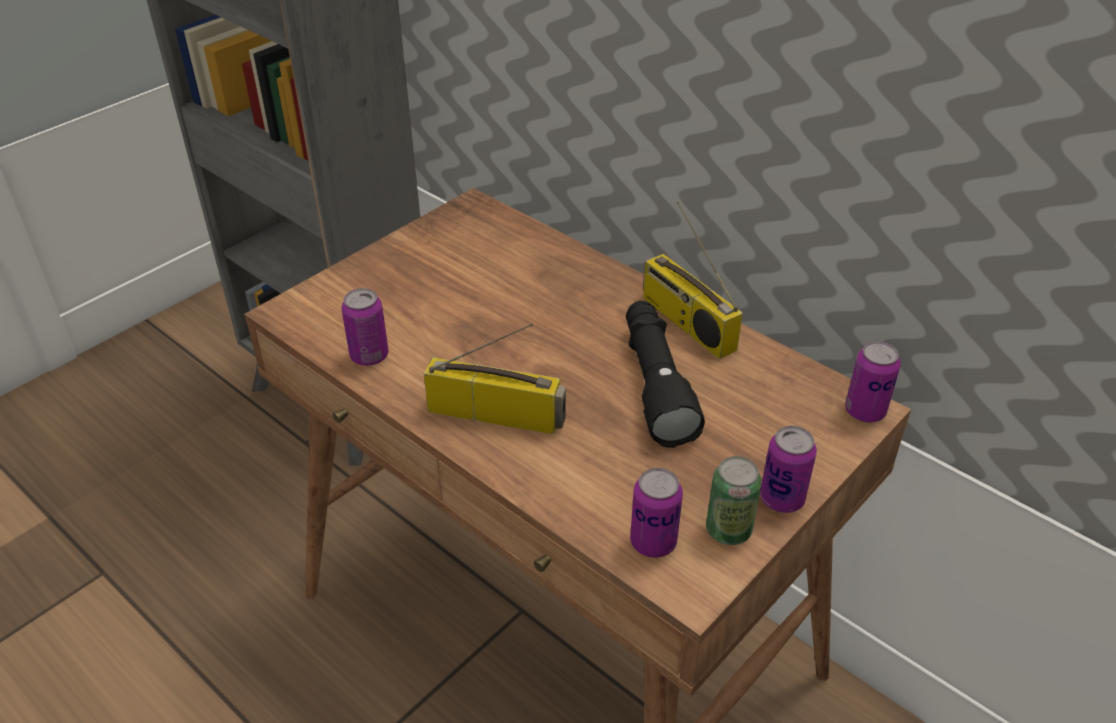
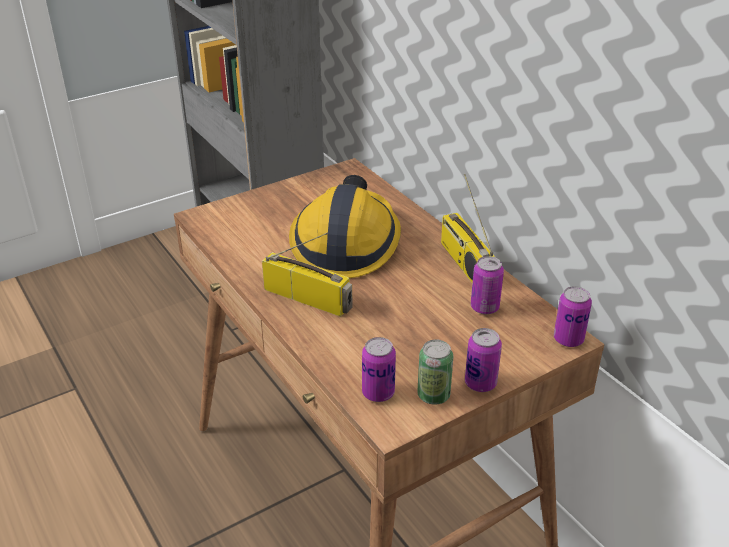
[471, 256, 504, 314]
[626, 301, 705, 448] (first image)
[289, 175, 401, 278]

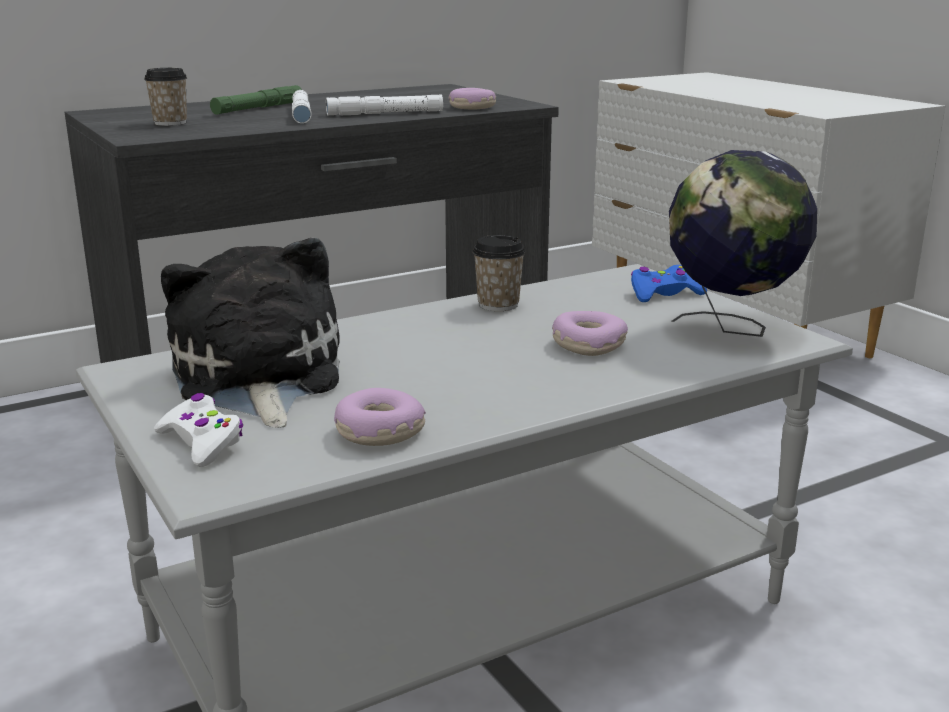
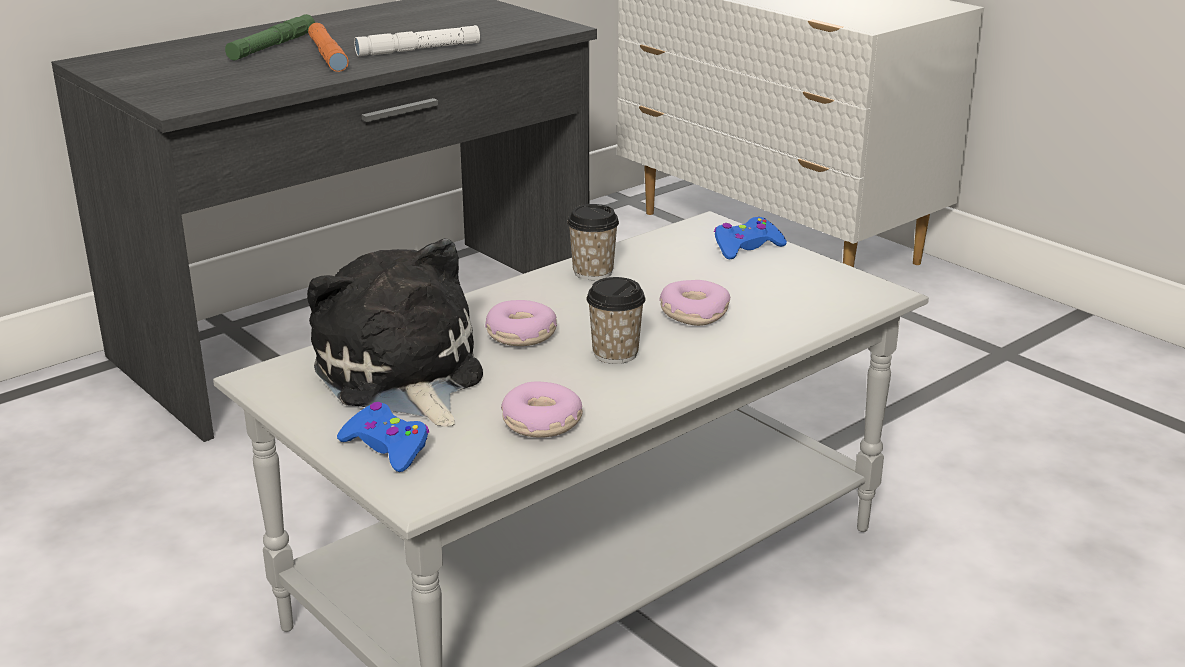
[586, 277, 646, 364]
[337, 402, 429, 472]
[308, 23, 349, 72]
[485, 300, 557, 346]
[669, 150, 817, 337] (first image)

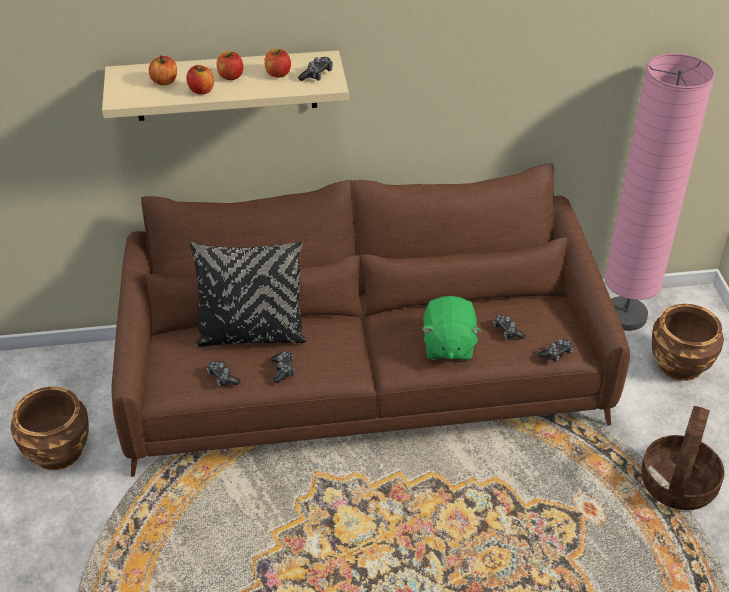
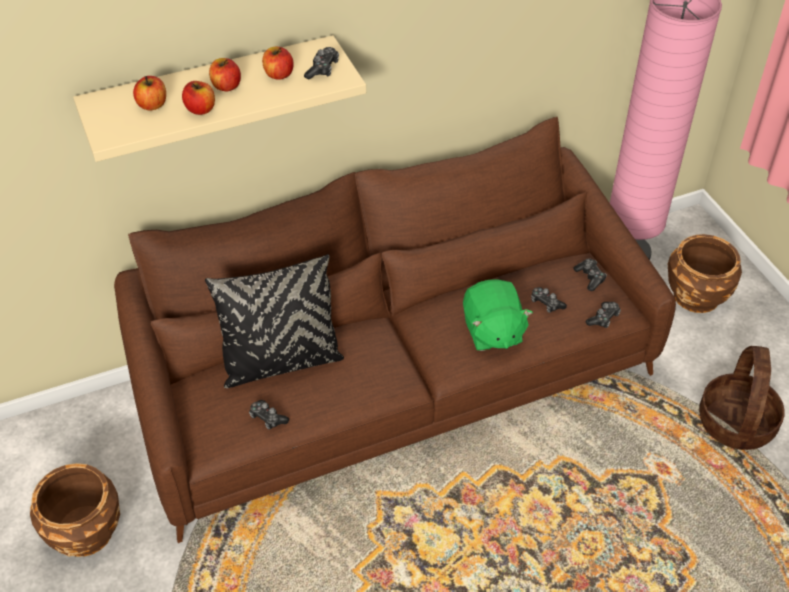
[573, 258, 607, 291]

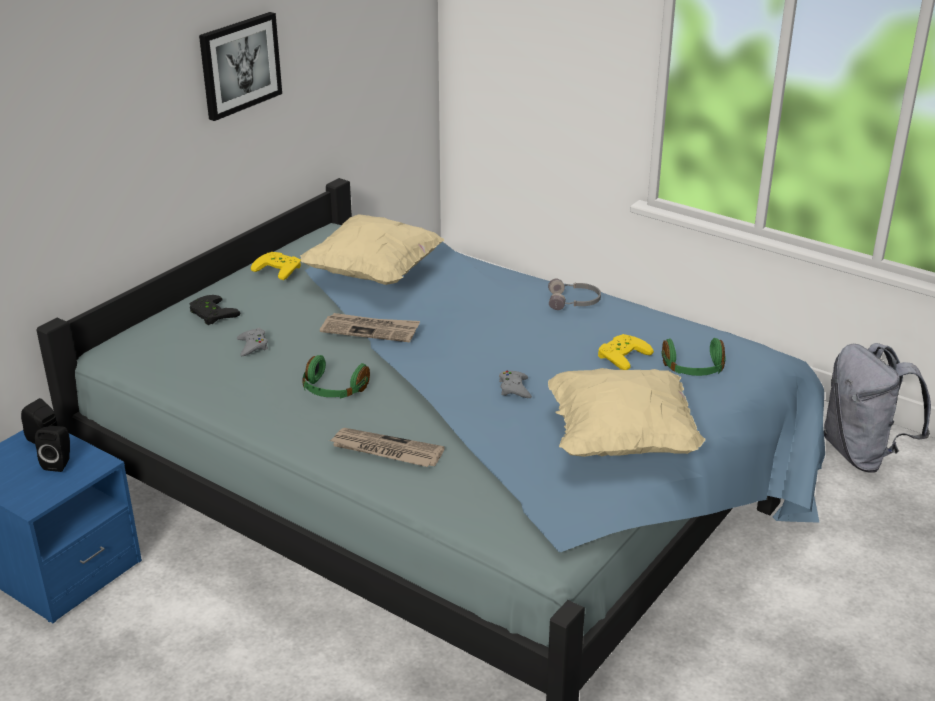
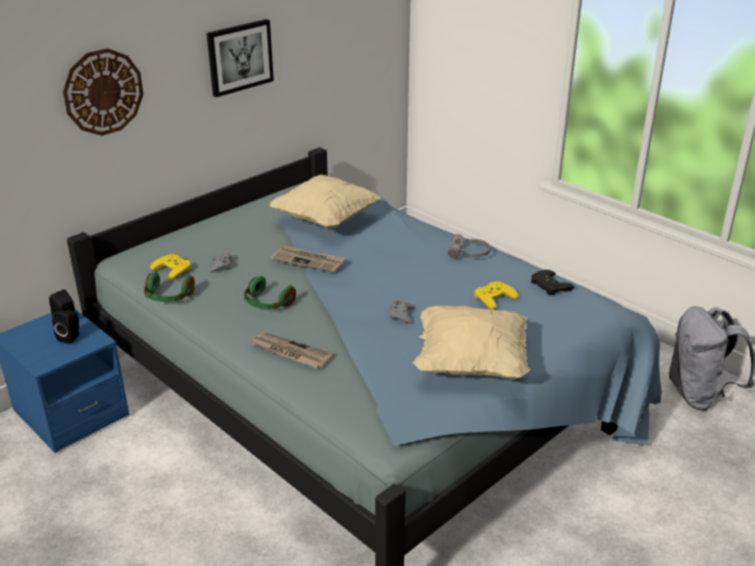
[531, 270, 574, 295]
[150, 254, 192, 280]
[144, 272, 195, 302]
[63, 48, 144, 136]

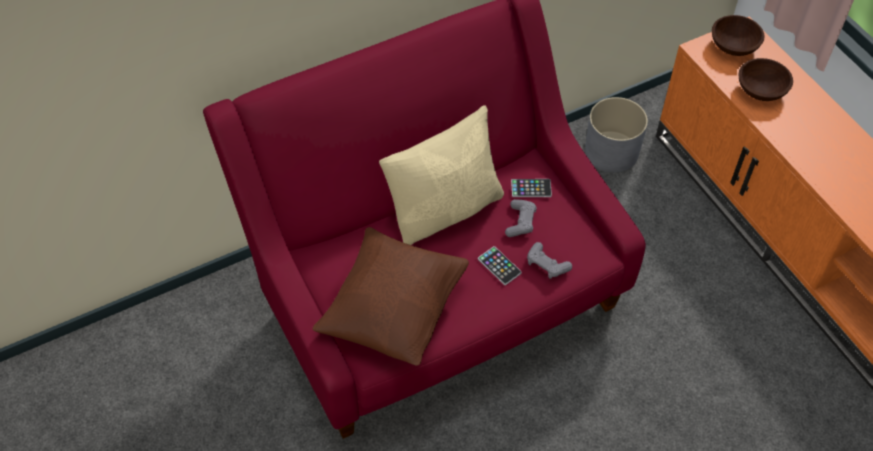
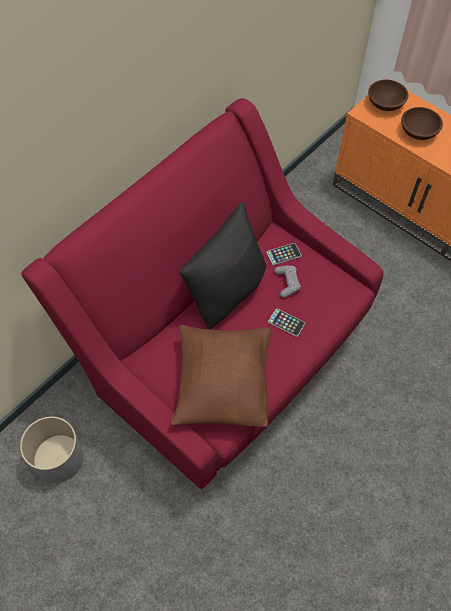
[179, 202, 266, 330]
[527, 242, 572, 279] (first image)
[20, 416, 84, 483]

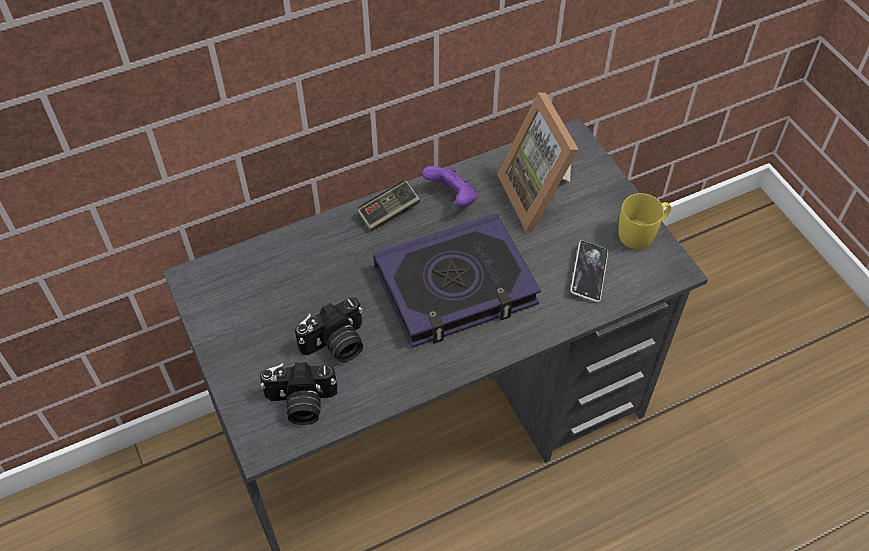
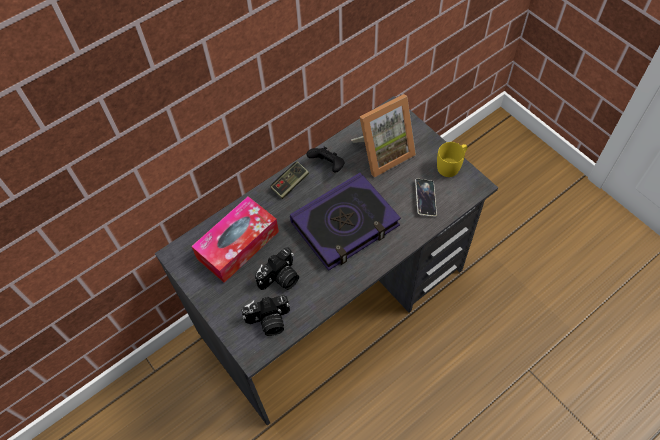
[307, 147, 344, 172]
[351, 94, 416, 178]
[191, 196, 279, 283]

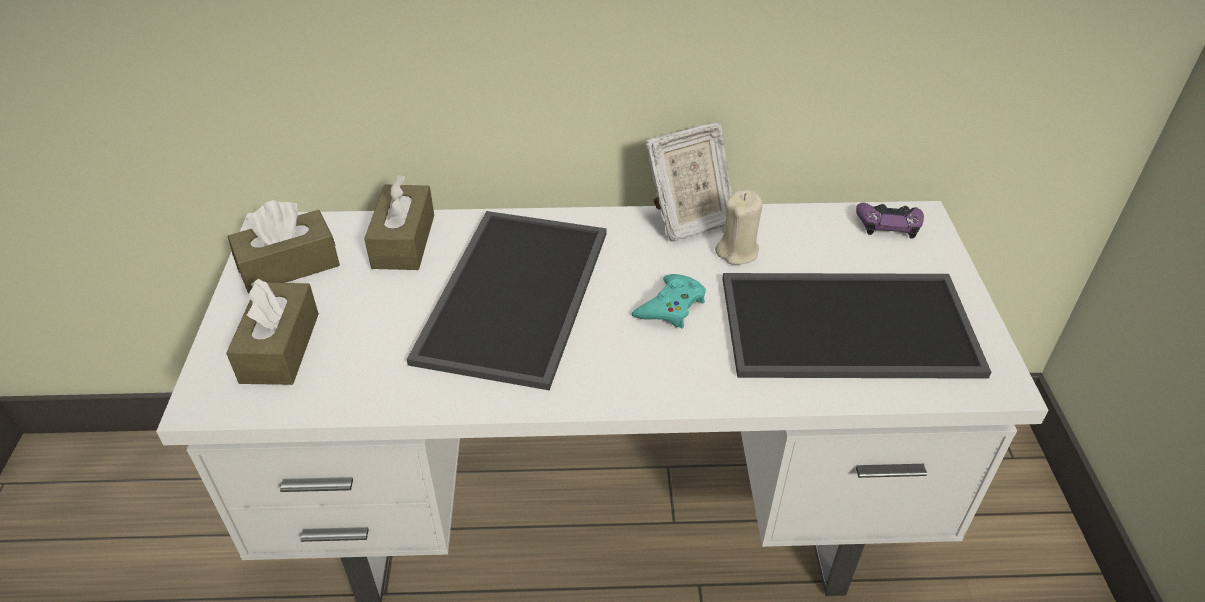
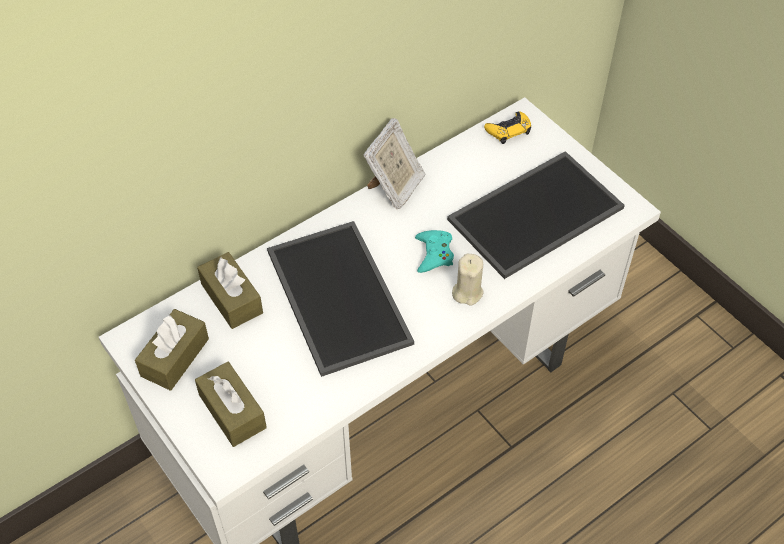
[452, 254, 484, 305]
[484, 111, 531, 144]

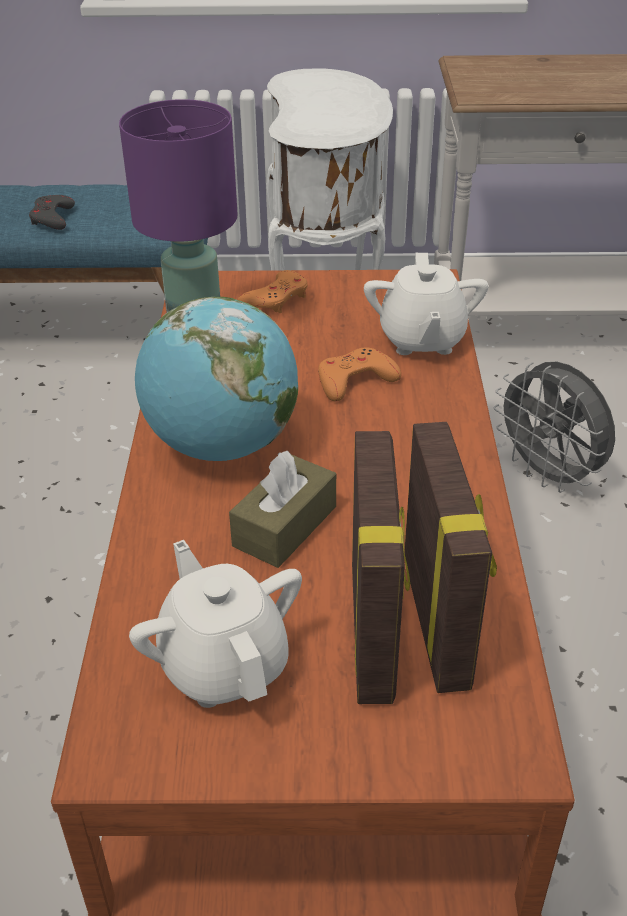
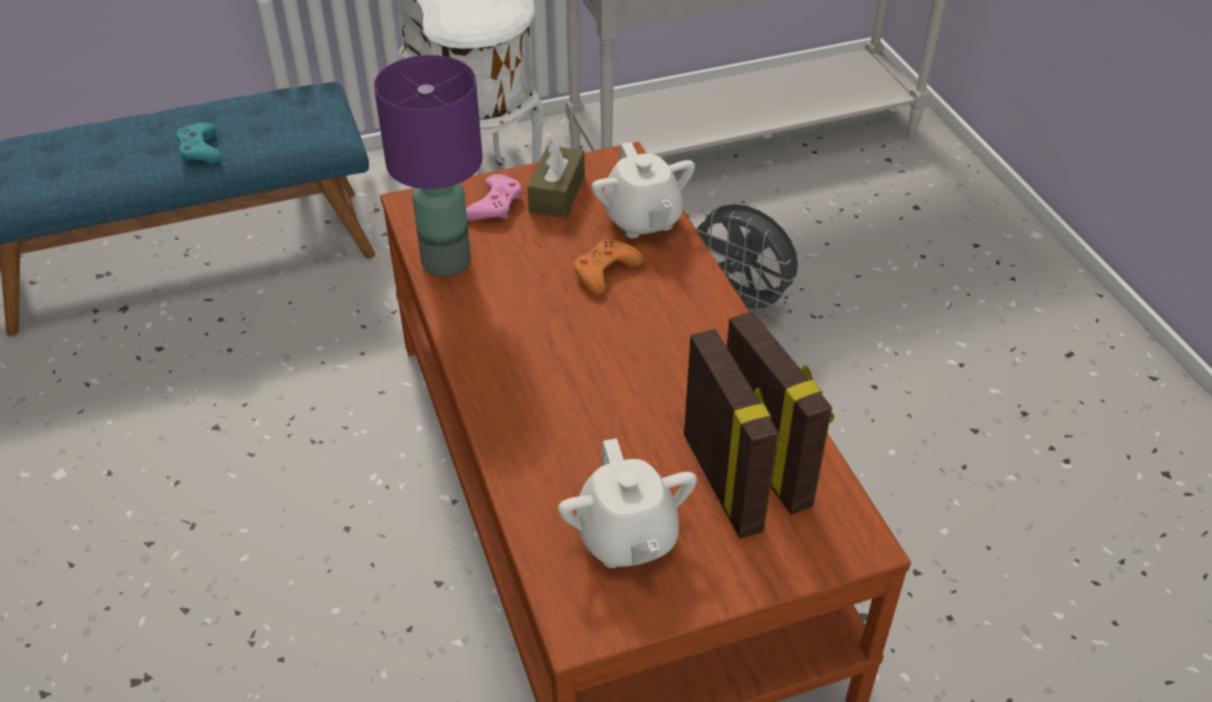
[176, 123, 222, 162]
[558, 438, 697, 568]
[135, 297, 298, 461] (first image)
[527, 140, 585, 218]
[466, 174, 522, 221]

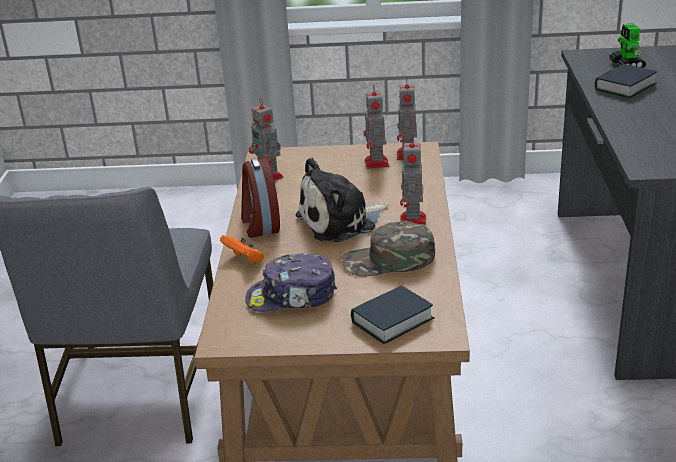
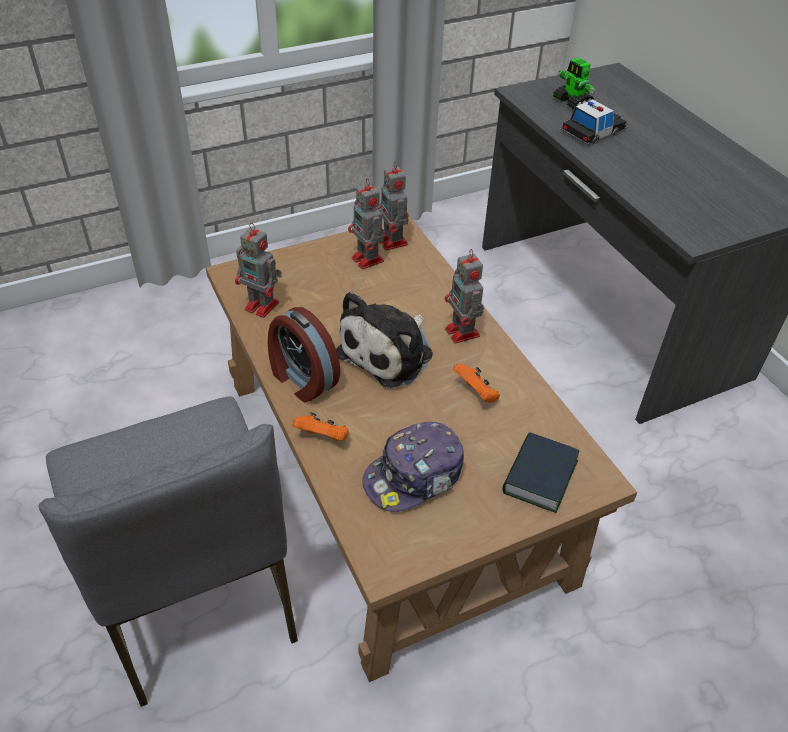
[453, 364, 500, 403]
[560, 99, 627, 145]

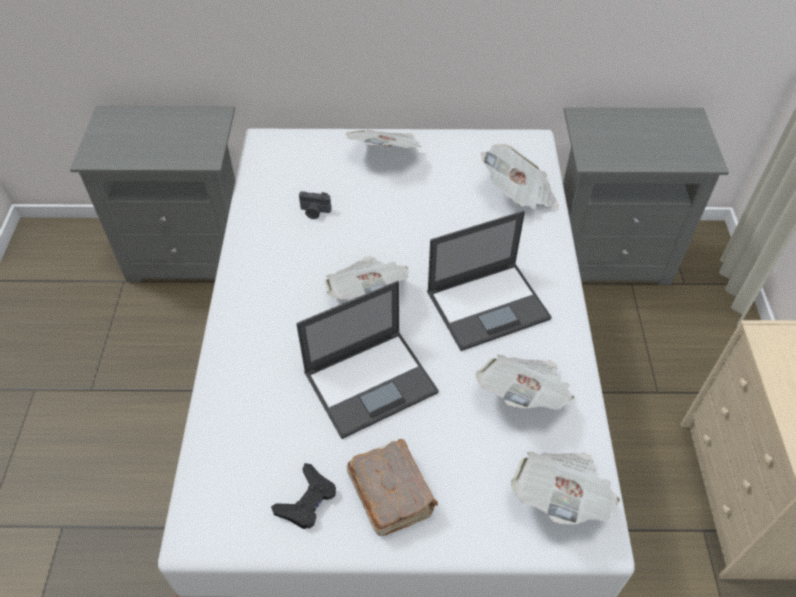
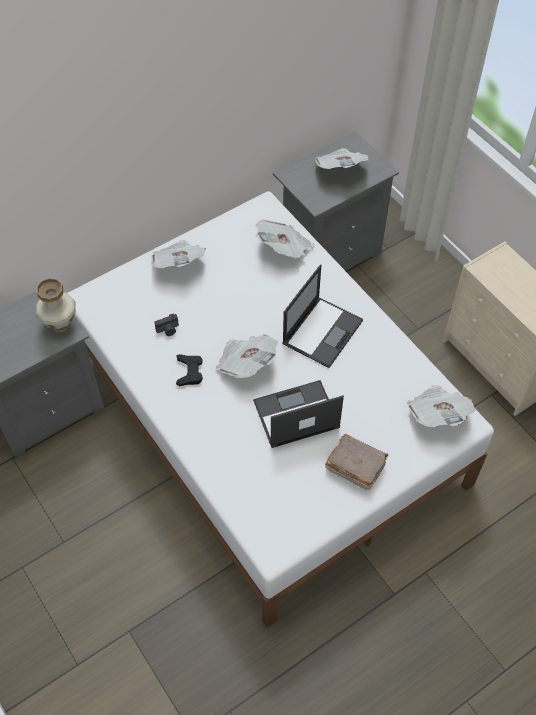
[176, 354, 203, 386]
[253, 380, 344, 448]
[315, 148, 368, 169]
[36, 278, 76, 332]

